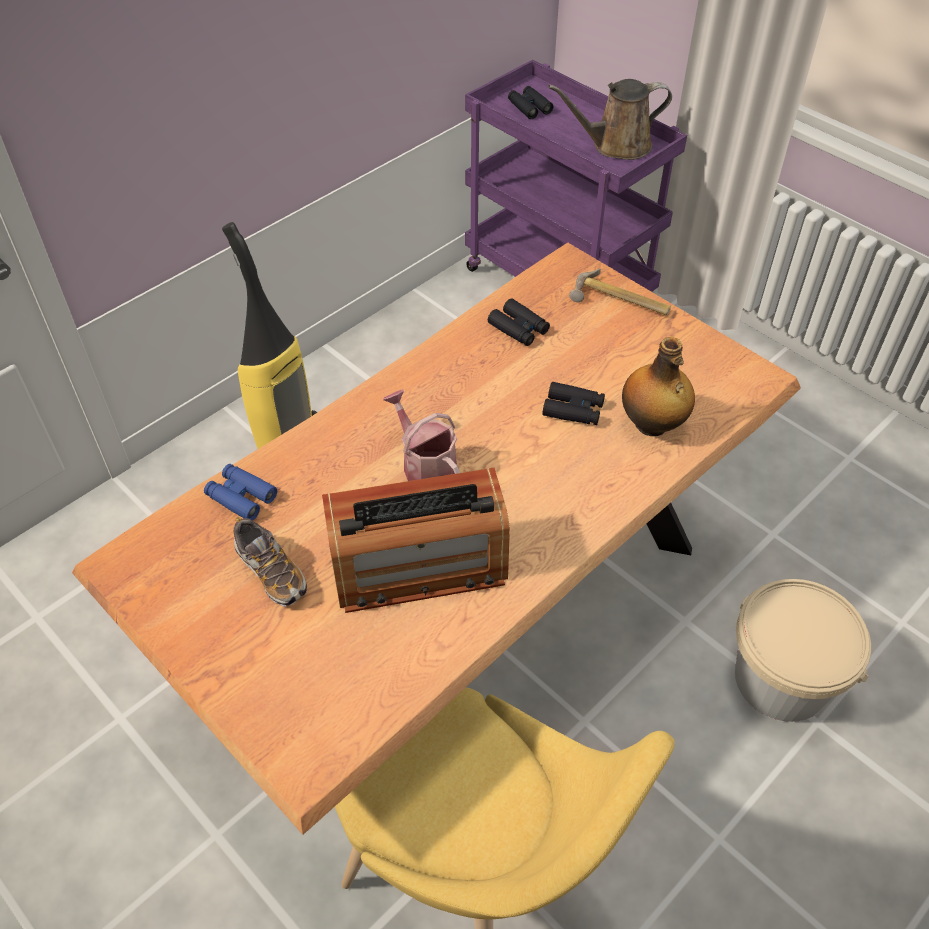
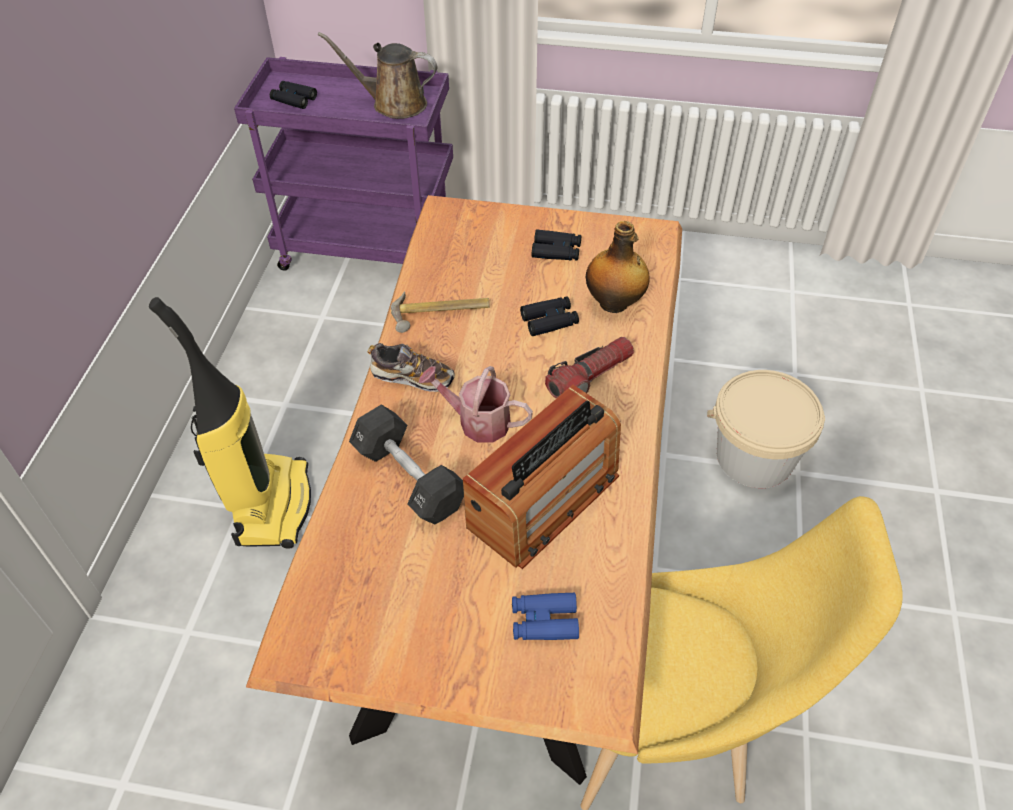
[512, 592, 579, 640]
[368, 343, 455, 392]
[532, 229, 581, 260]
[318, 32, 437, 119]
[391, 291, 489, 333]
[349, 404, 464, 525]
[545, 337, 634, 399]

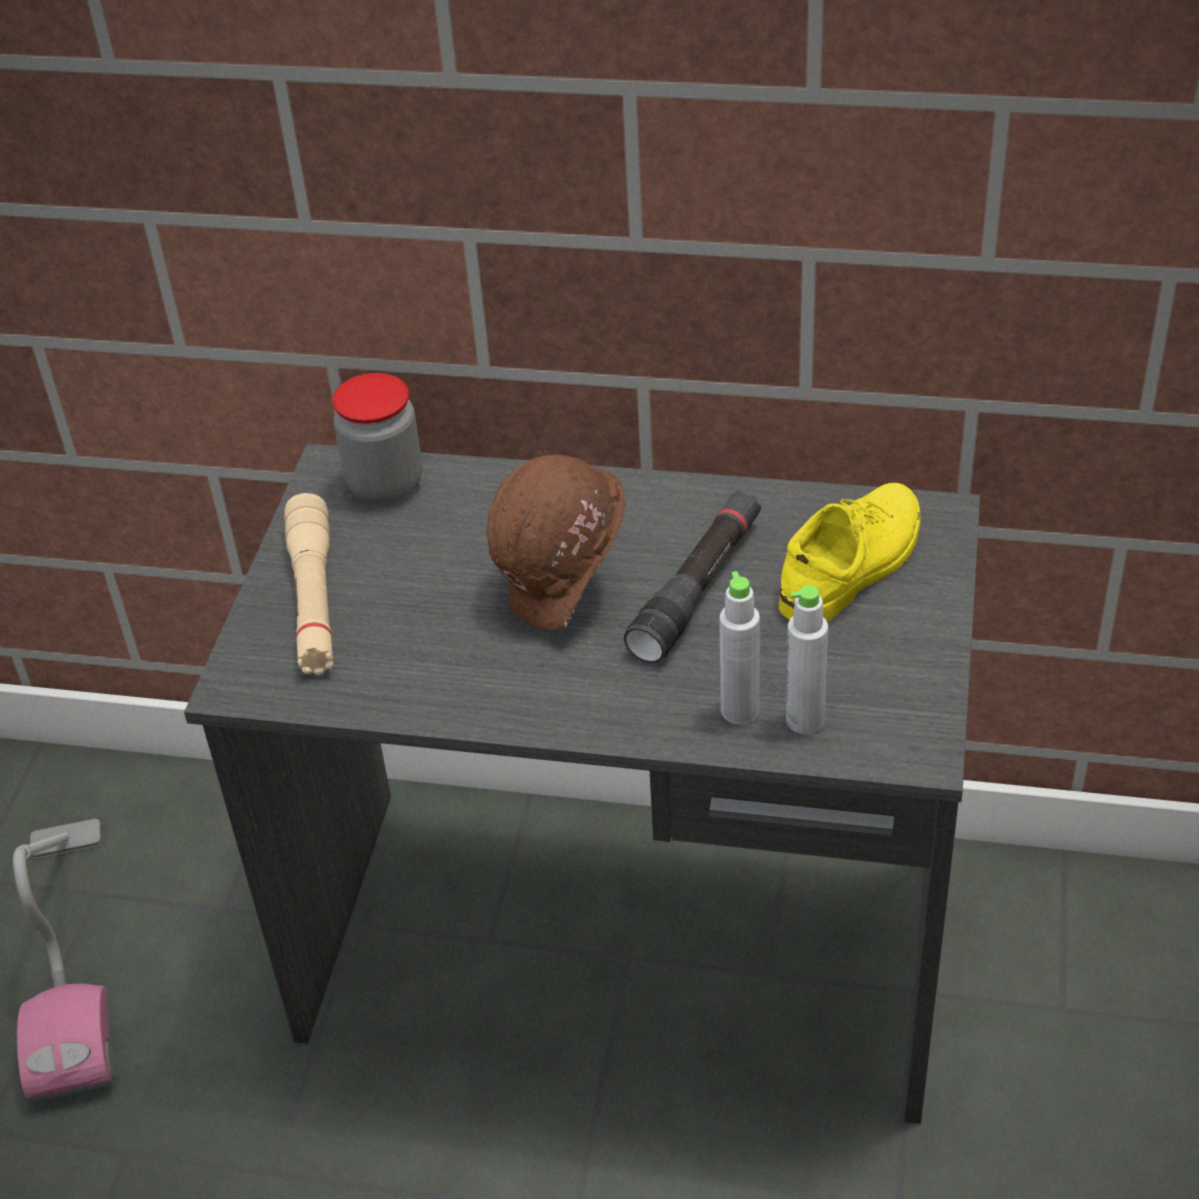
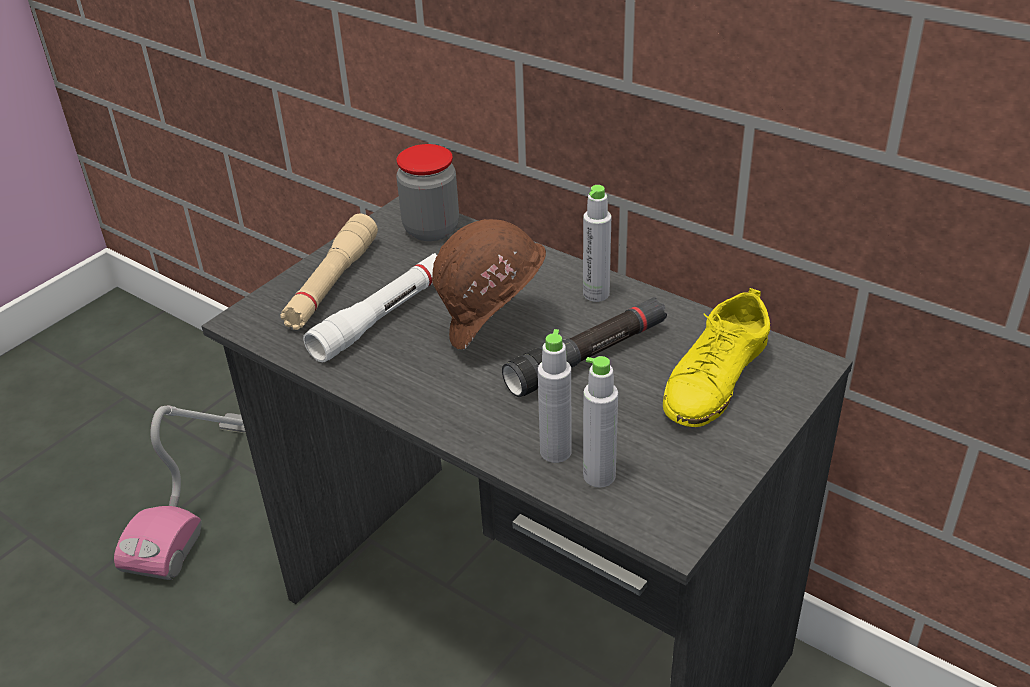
[663, 288, 770, 427]
[303, 253, 437, 362]
[583, 185, 611, 302]

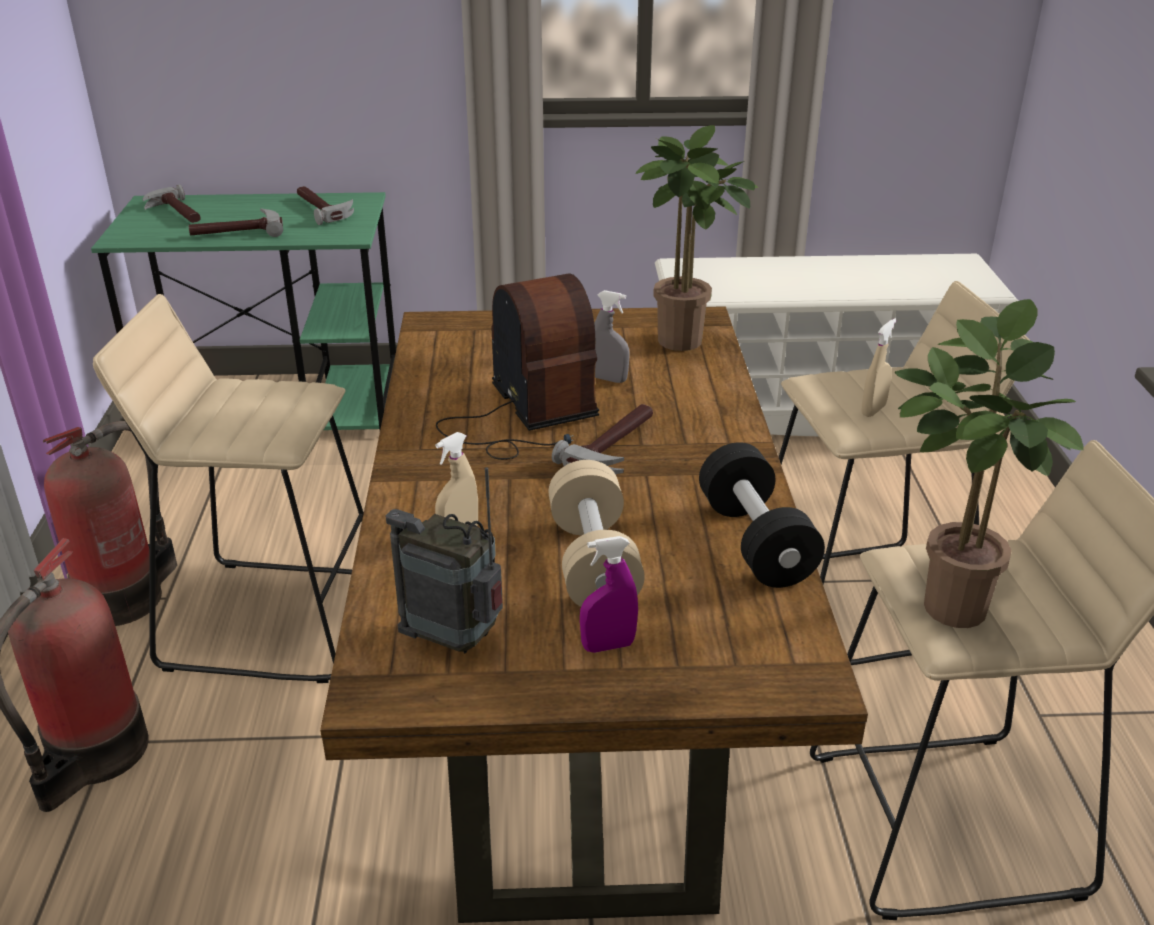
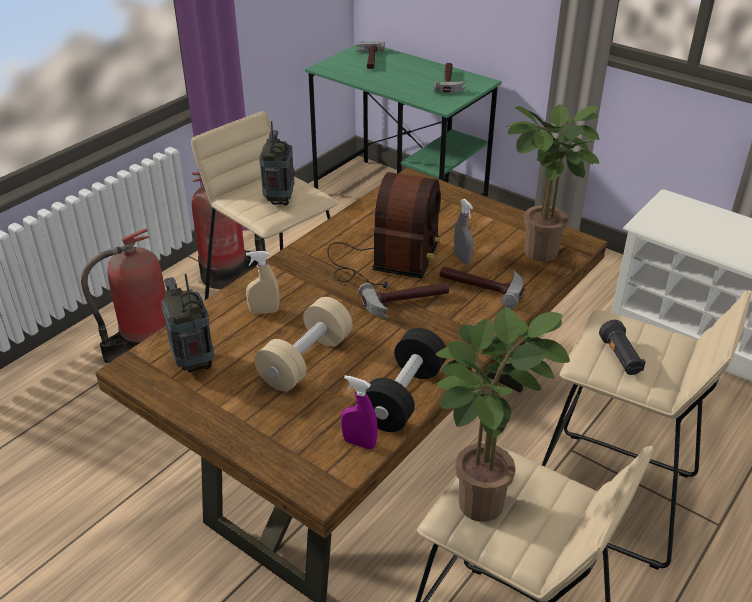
[439, 266, 525, 308]
[341, 375, 378, 449]
[599, 320, 646, 375]
[259, 121, 295, 205]

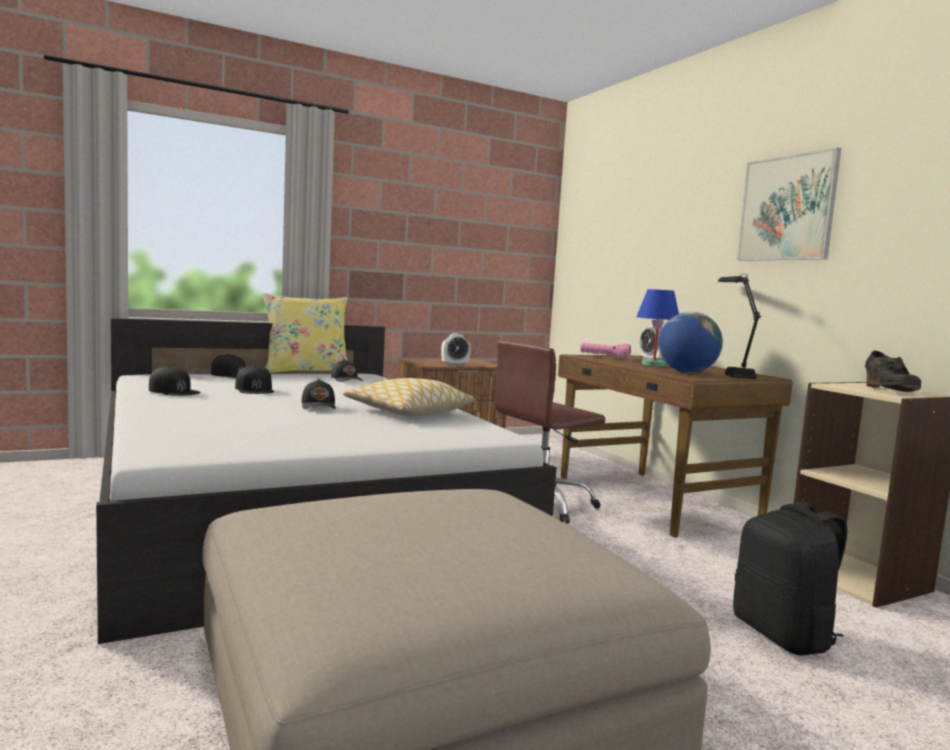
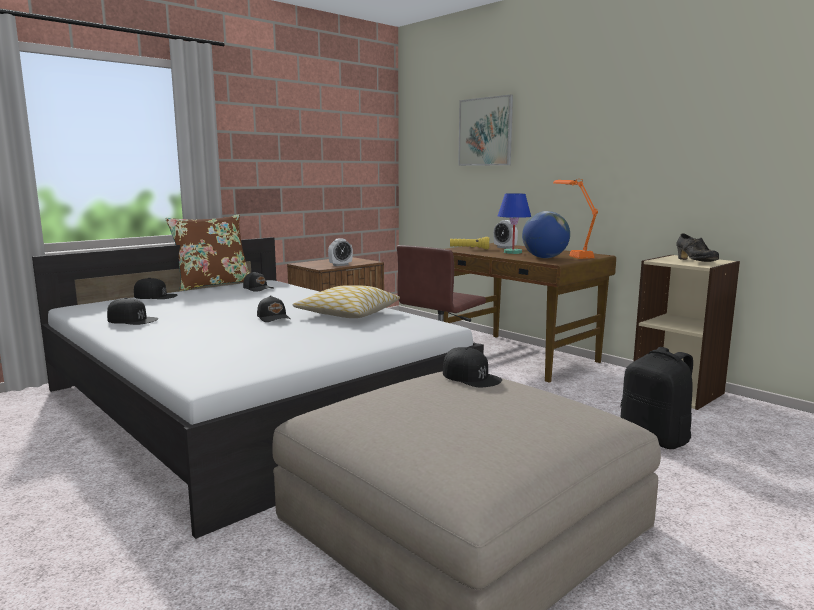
[443, 347, 502, 387]
[166, 214, 250, 291]
[450, 237, 489, 249]
[553, 179, 598, 259]
[458, 95, 513, 166]

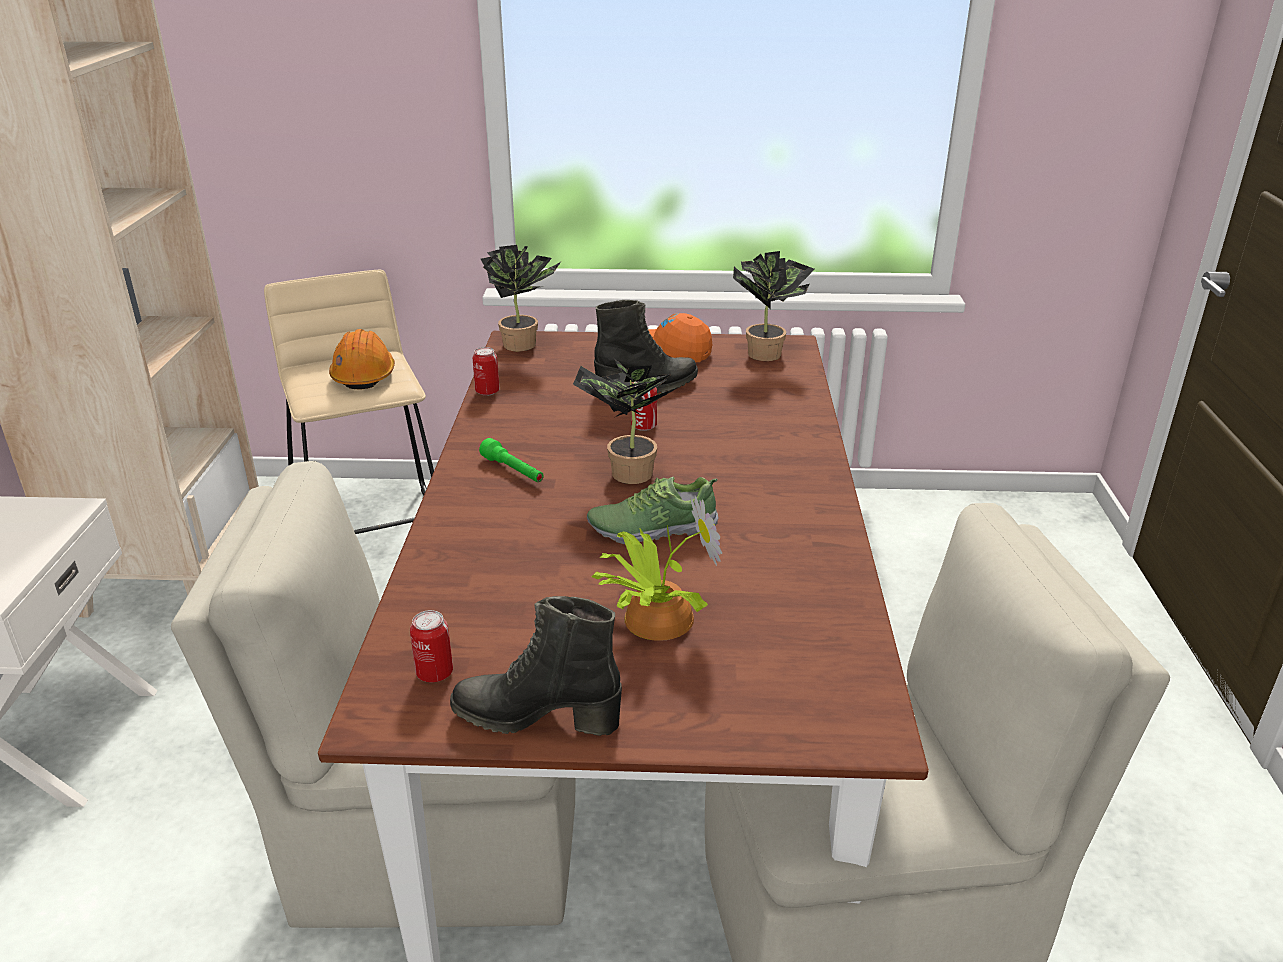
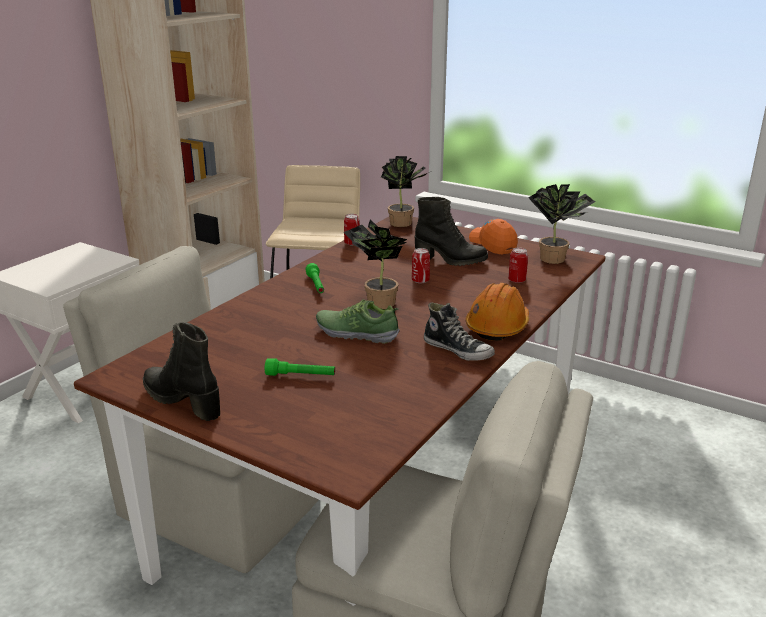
[466, 283, 529, 341]
[508, 248, 528, 283]
[265, 358, 335, 376]
[424, 303, 495, 361]

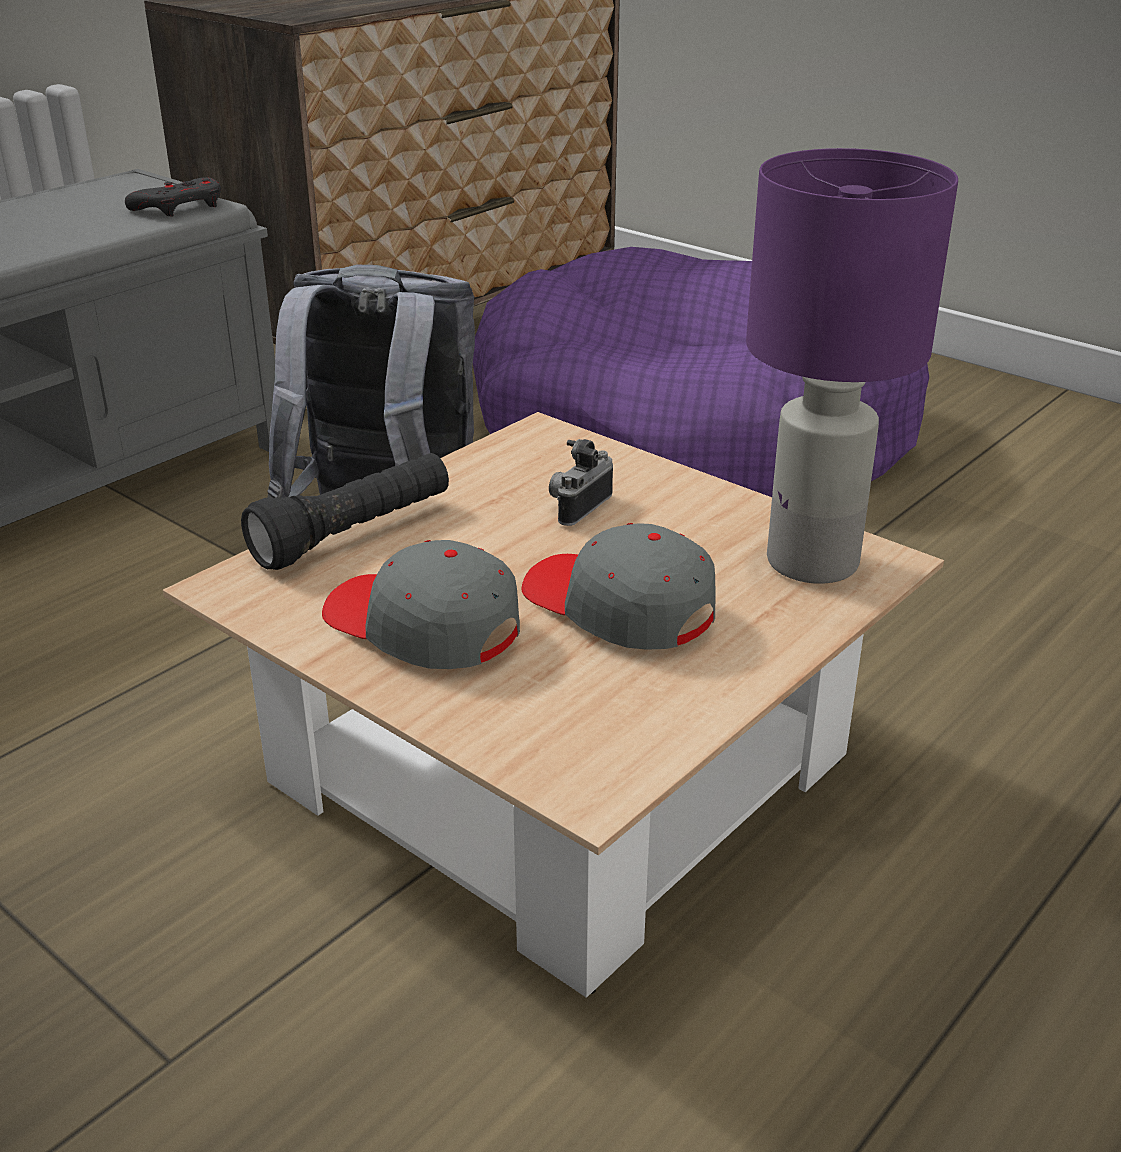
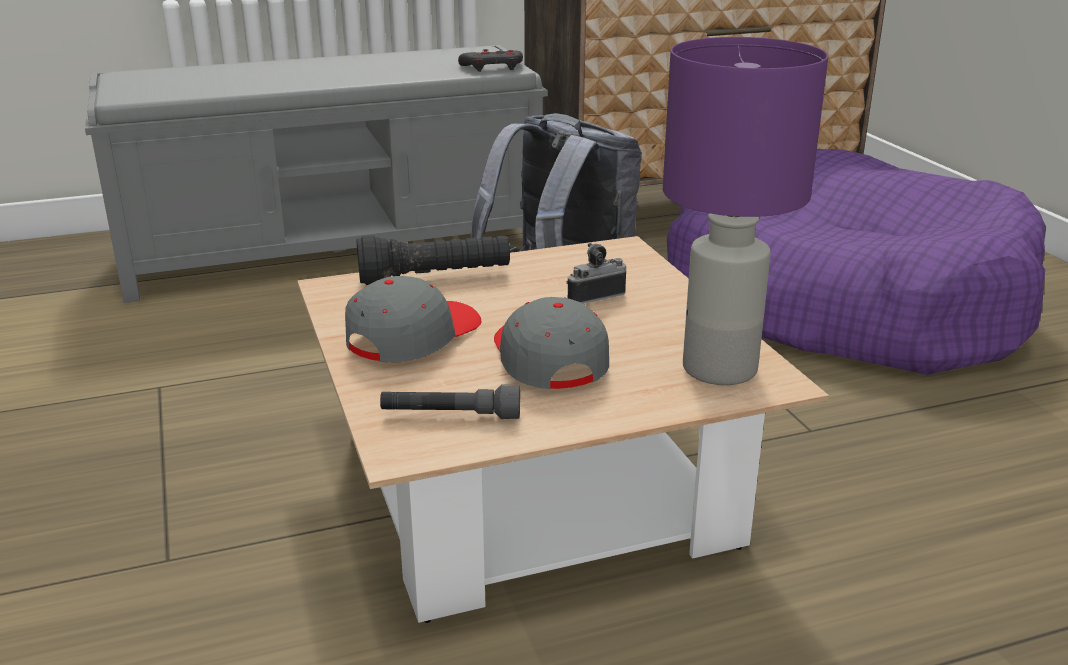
[345, 276, 481, 362]
[380, 384, 520, 419]

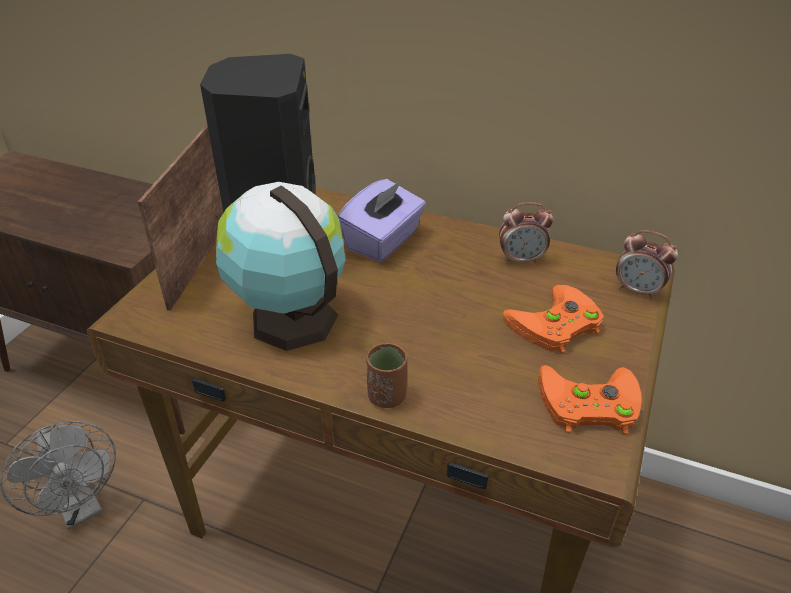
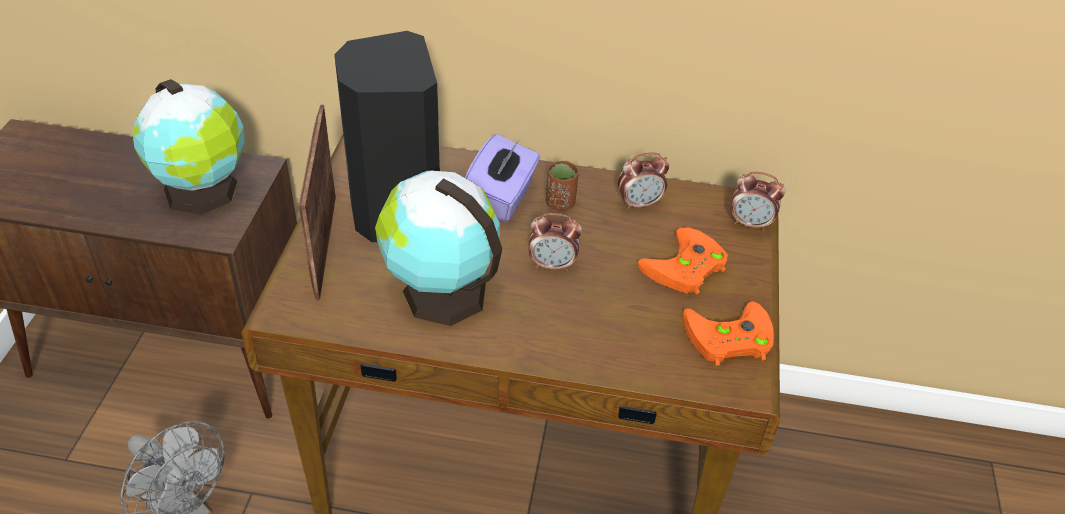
[546, 161, 579, 211]
[132, 79, 245, 215]
[529, 213, 582, 272]

